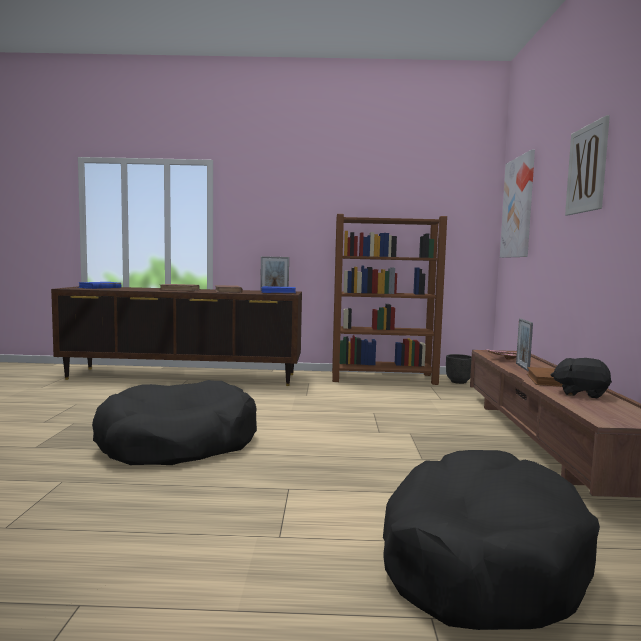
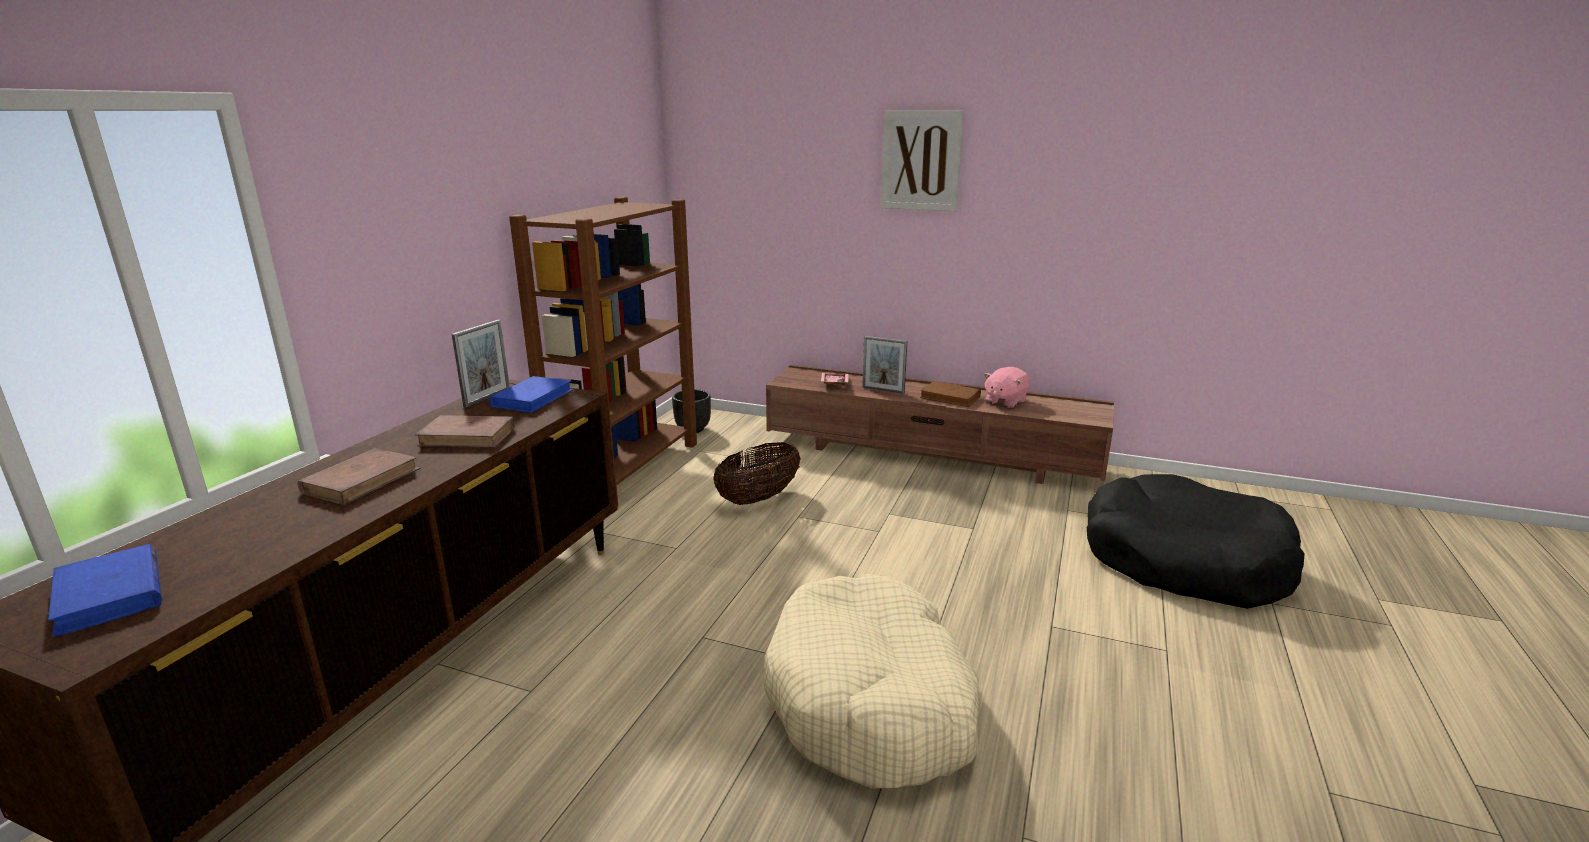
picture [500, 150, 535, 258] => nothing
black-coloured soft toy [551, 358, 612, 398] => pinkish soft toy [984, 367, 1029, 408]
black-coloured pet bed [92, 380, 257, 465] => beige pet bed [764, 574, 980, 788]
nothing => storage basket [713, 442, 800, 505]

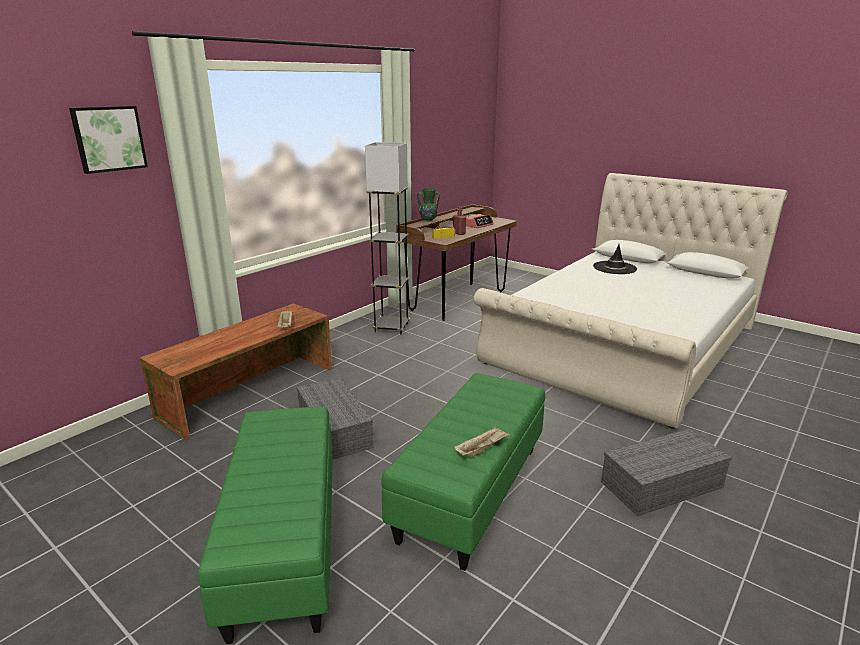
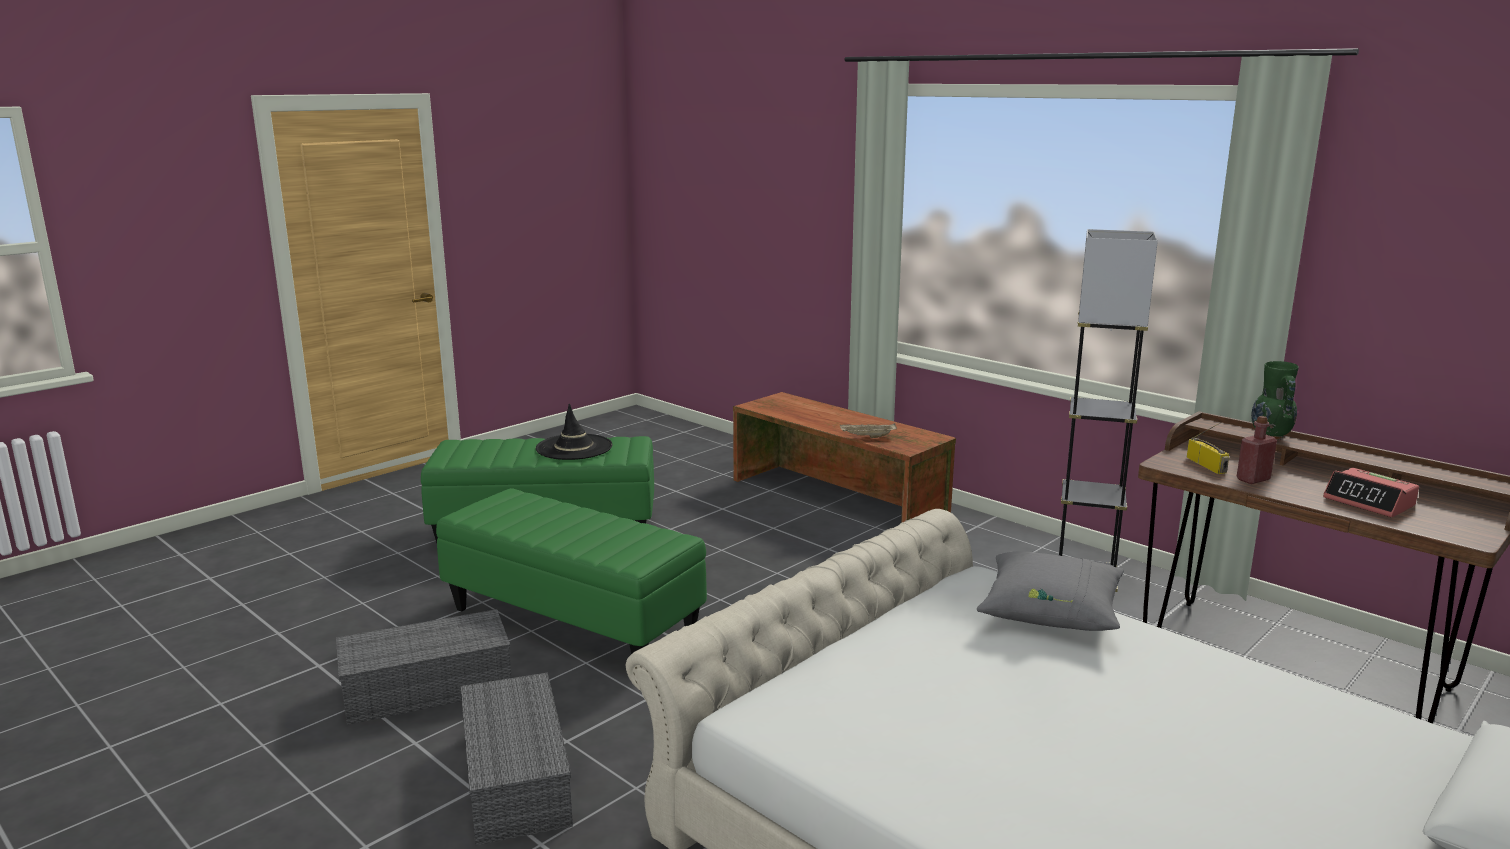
picture [69, 106, 148, 174] => nothing
black-coloured clothing hat [593, 244, 637, 274] => black-coloured clothing hat [535, 404, 613, 460], shifted
gray storage bin [296, 377, 374, 460] => gray storage bin [336, 609, 512, 725], shifted
beige carrying tray [454, 426, 510, 457] => nothing
nothing => gray throw pillow [977, 551, 1124, 631]

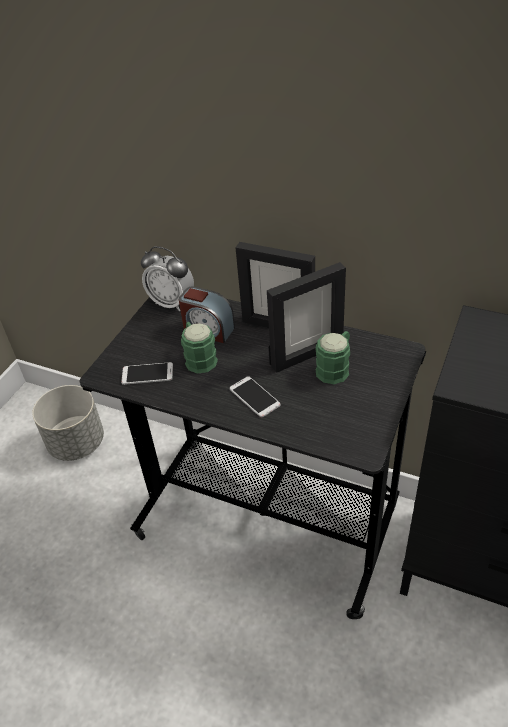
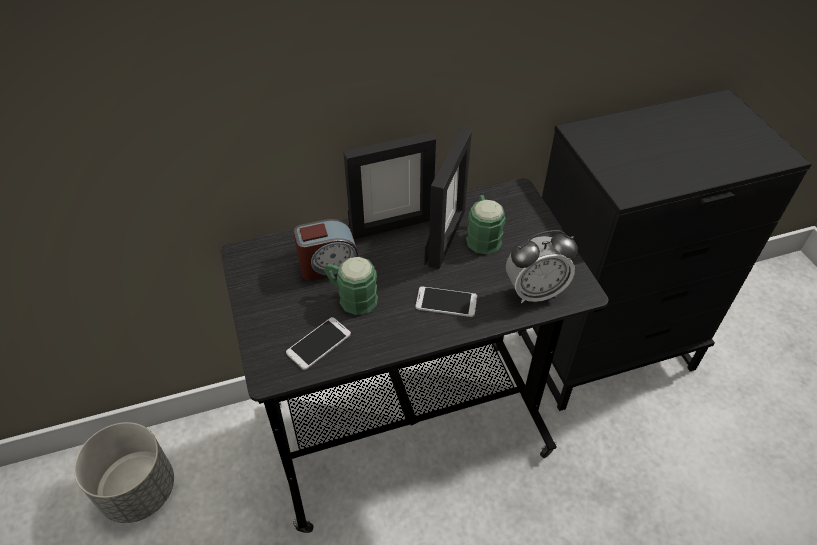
alarm clock [141, 246, 194, 311] => alarm clock [506, 230, 578, 303], shifted

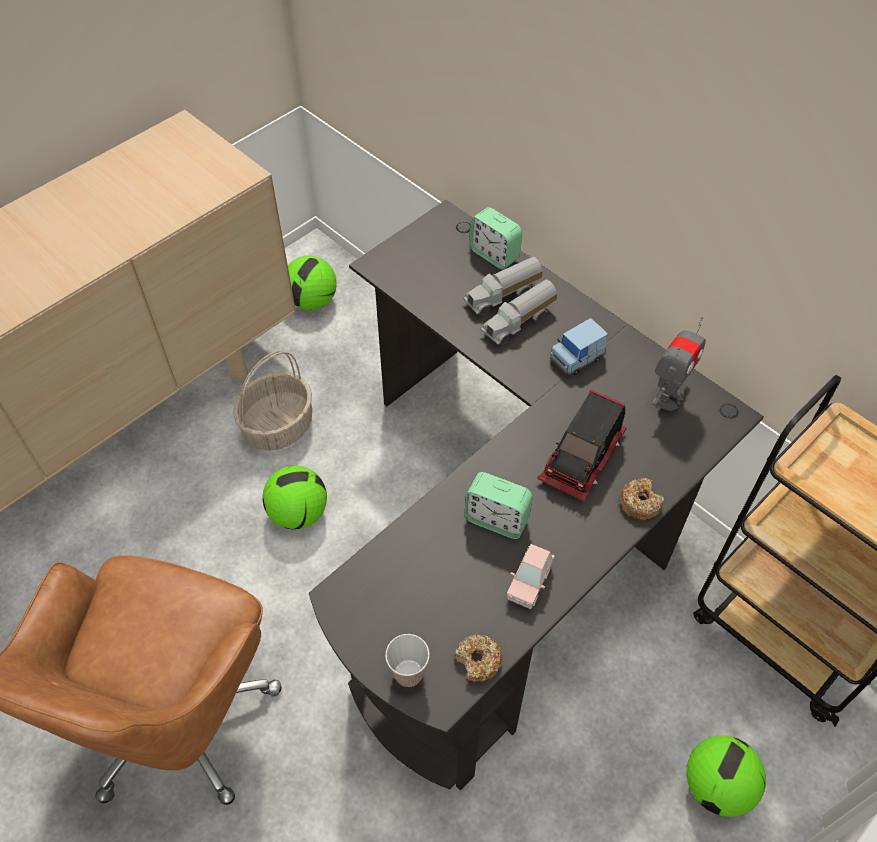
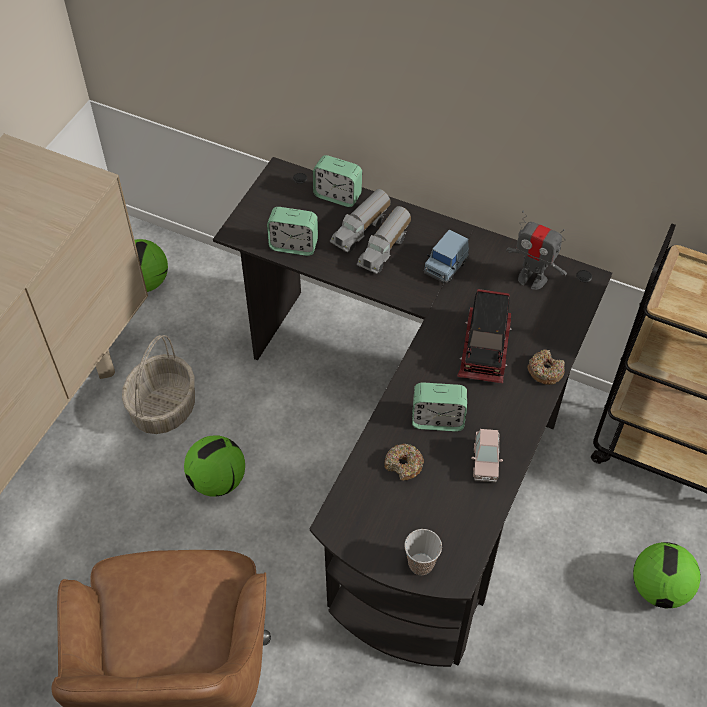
robot figure [652, 317, 706, 411] => robot figure [506, 211, 567, 290], 105 degrees clockwise
doughnut [454, 634, 503, 682] => doughnut [384, 444, 424, 480], shifted
nothing => alarm clock [267, 207, 318, 256]

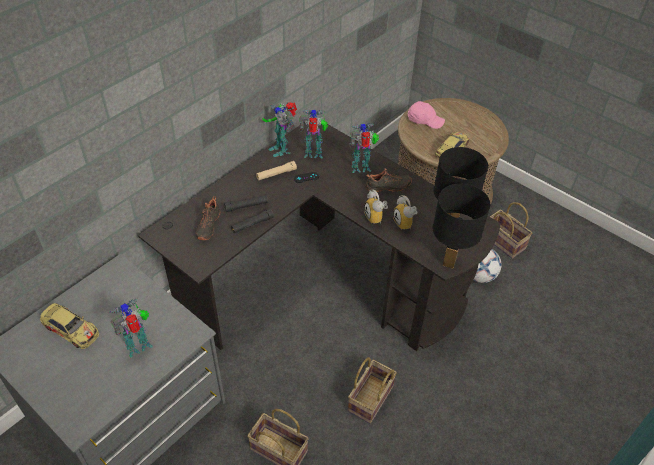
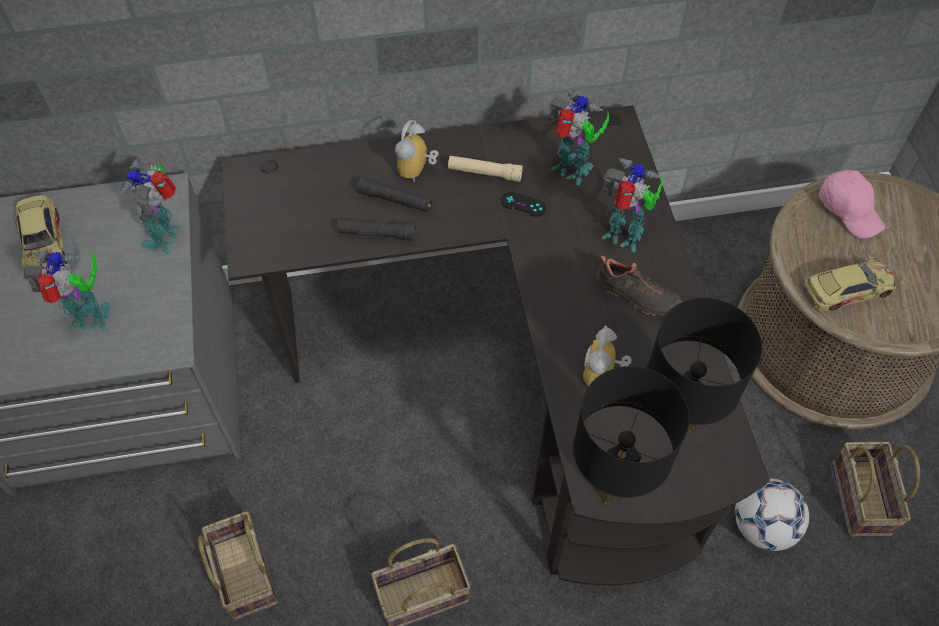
robot figure [263, 102, 297, 157] => robot figure [120, 159, 182, 254], shifted
alarm clock [364, 189, 388, 224] => alarm clock [395, 120, 439, 183], shifted
black-coloured shoe [196, 196, 221, 240] => nothing

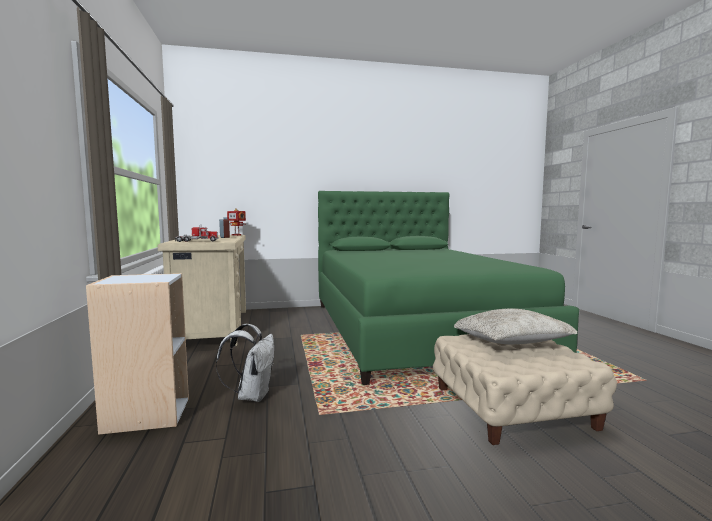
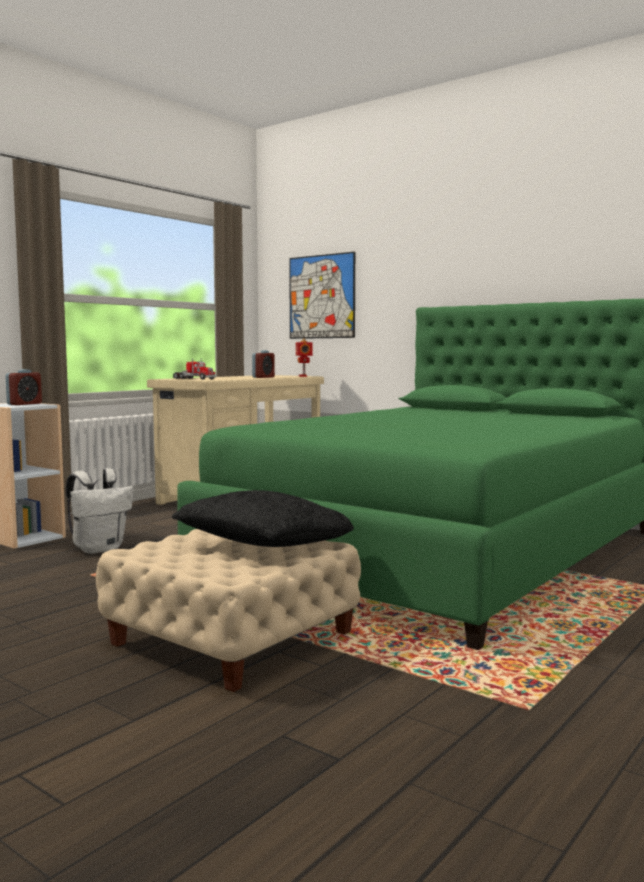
beige throw pillow [454, 309, 577, 344] => black-coloured throw pillow [172, 490, 354, 547]
nothing => picture [289, 252, 355, 339]
nothing => alarm clock [5, 369, 42, 405]

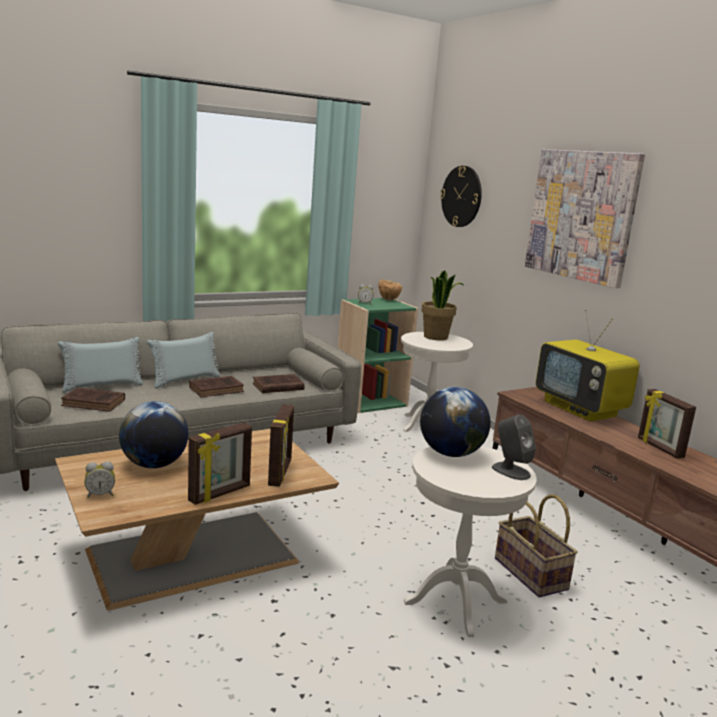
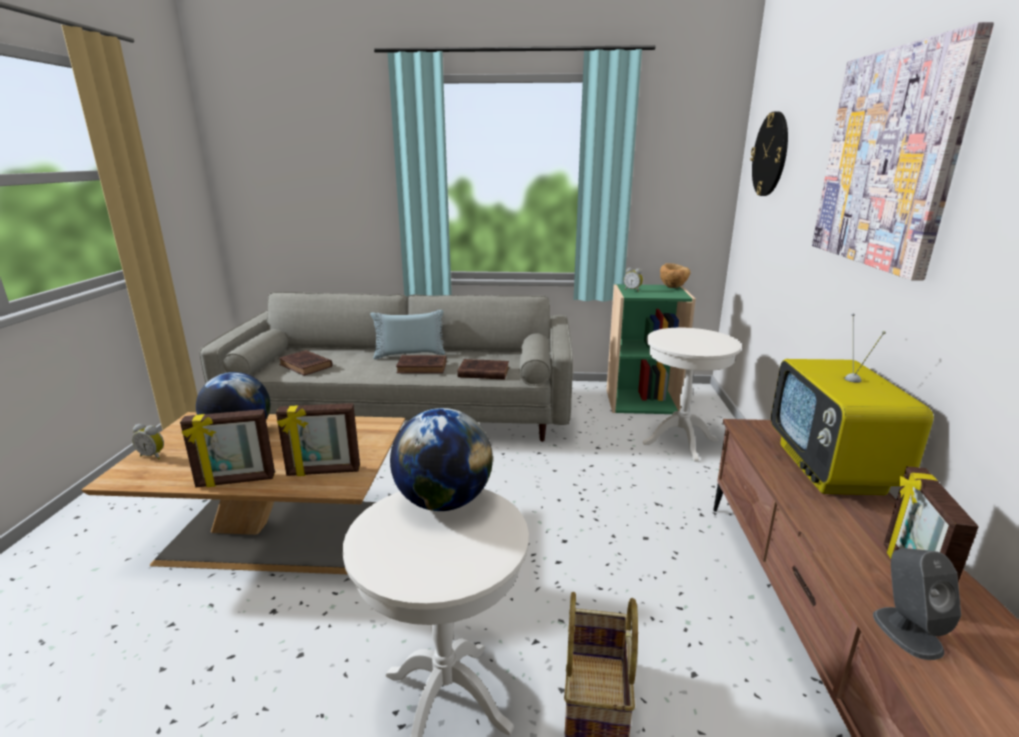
potted plant [422, 270, 463, 341] => nothing
blue-coloured throw pillow [58, 337, 143, 393] => nothing
picture frame [268, 404, 294, 487] => picture frame [276, 403, 360, 476], 45 degrees clockwise
gray speaker [492, 415, 536, 480] => gray speaker [873, 548, 961, 660], shifted

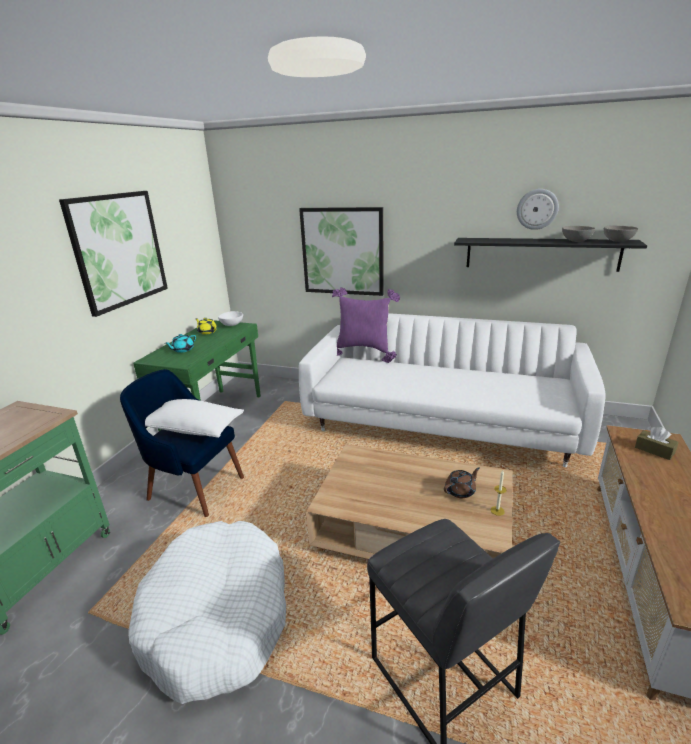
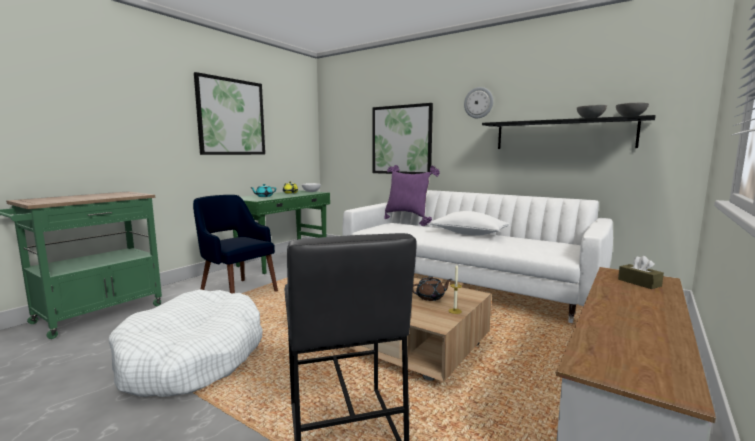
hanging clock [517, 189, 559, 230] => hanging clock [464, 87, 493, 118], shifted
white-coloured throw pillow [145, 399, 244, 438] => white-coloured throw pillow [430, 211, 509, 235], shifted

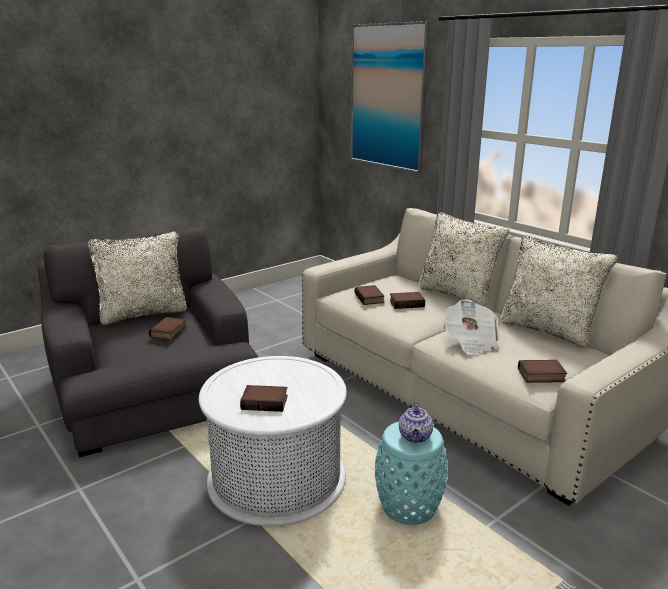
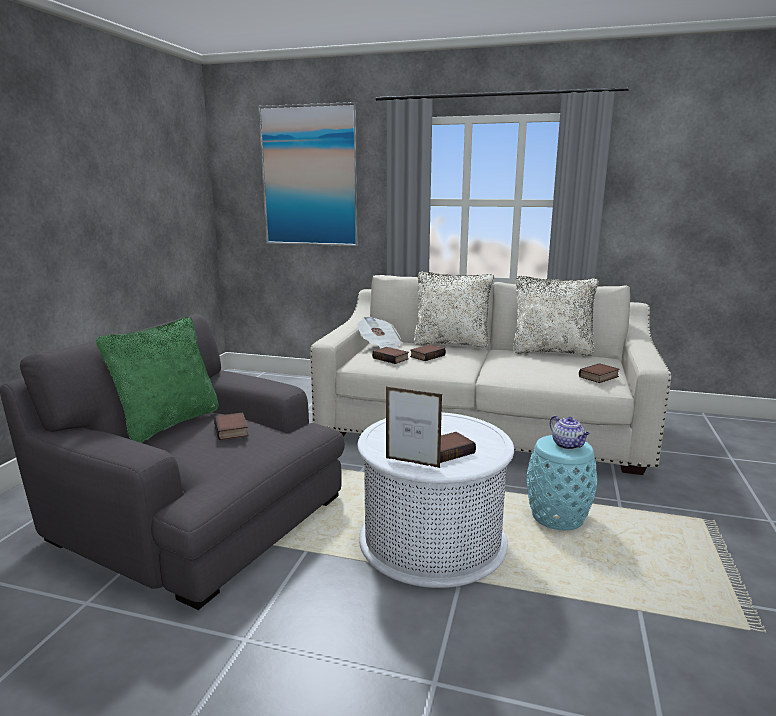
beige throw pillow [88, 231, 187, 325] => green-coloured throw pillow [95, 316, 219, 443]
daily paper [443, 299, 499, 355] => daily paper [357, 316, 403, 349], shifted
nothing => picture frame [386, 387, 442, 468]

